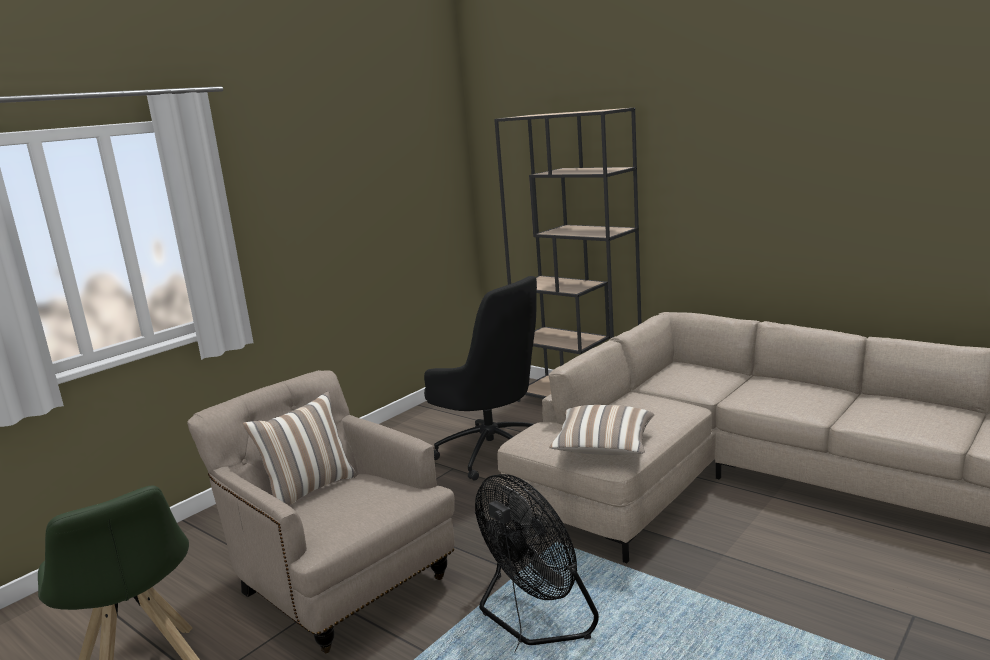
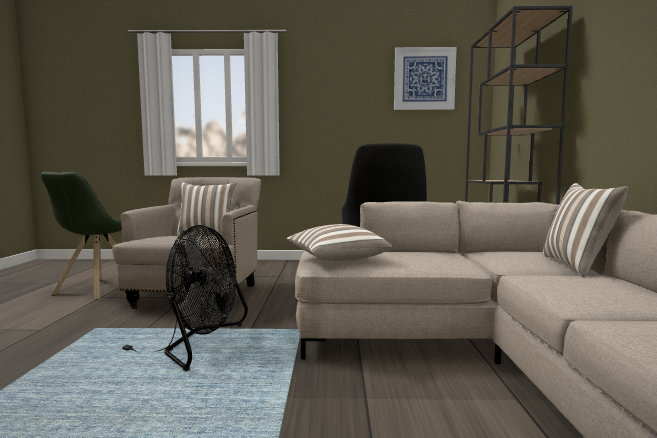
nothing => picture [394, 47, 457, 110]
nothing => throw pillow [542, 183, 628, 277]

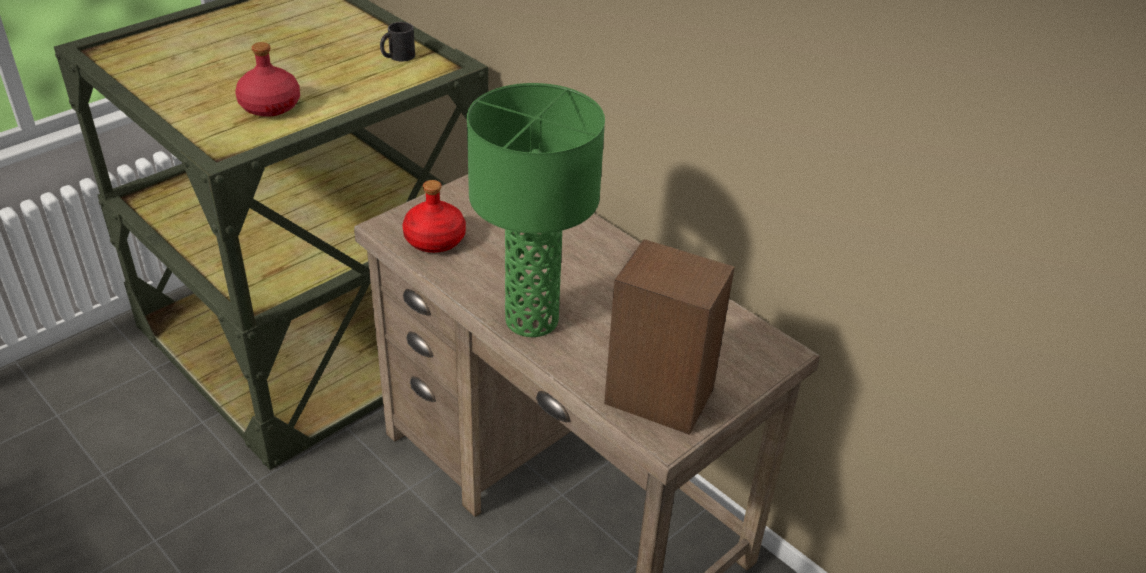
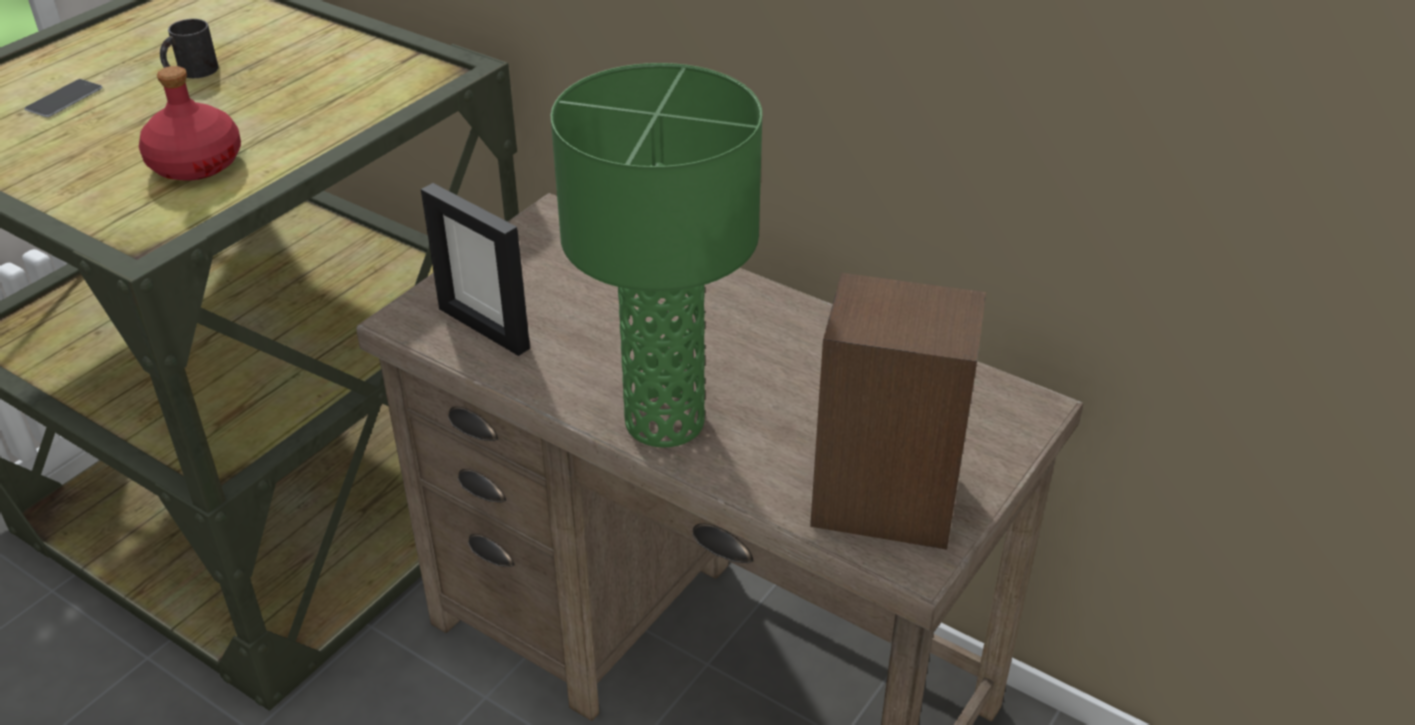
black-coloured coffee mug [380, 22, 415, 61] => black-coloured coffee mug [160, 19, 219, 78], shifted
red-coloured beverage bottle [402, 180, 466, 253] => picture frame [421, 183, 530, 356]
nothing => telephone [24, 79, 103, 117]

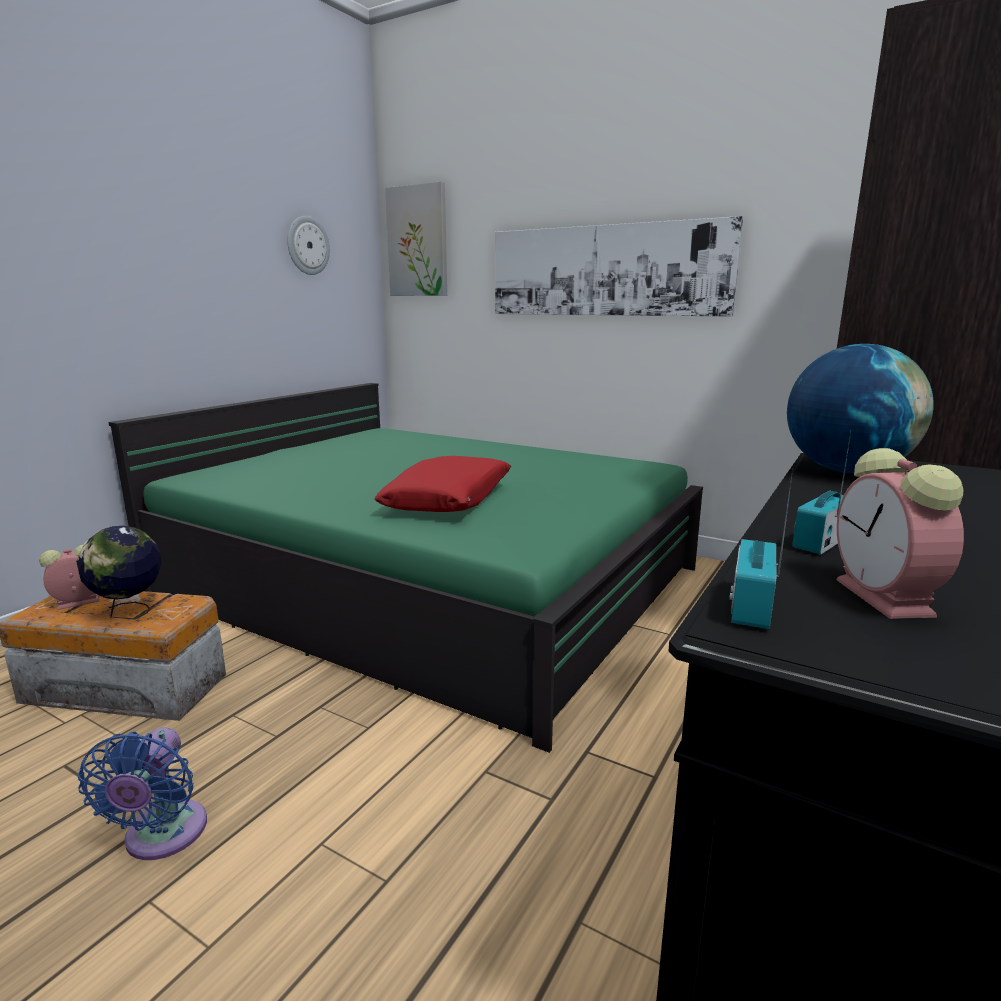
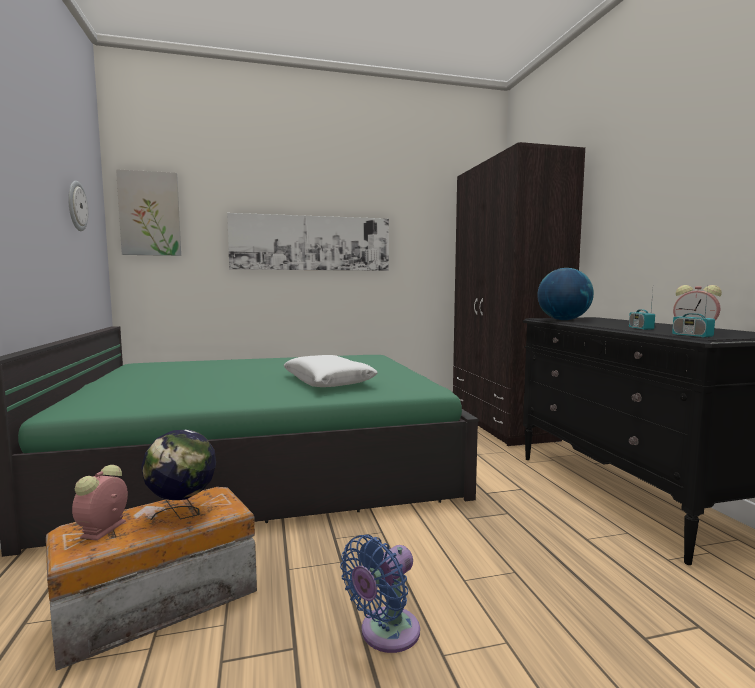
red-coloured throw pillow [374, 456, 511, 512] => white-coloured throw pillow [284, 355, 378, 387]
blue-coloured cooling fan [78, 728, 207, 860] => blue-coloured cooling fan [340, 534, 420, 653], 90 degrees clockwise

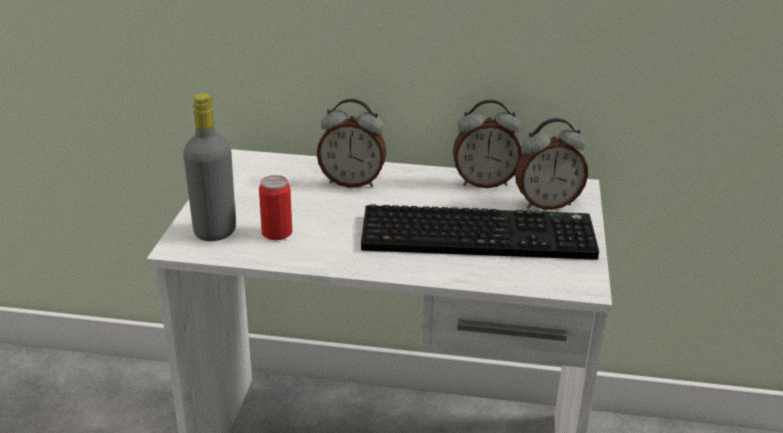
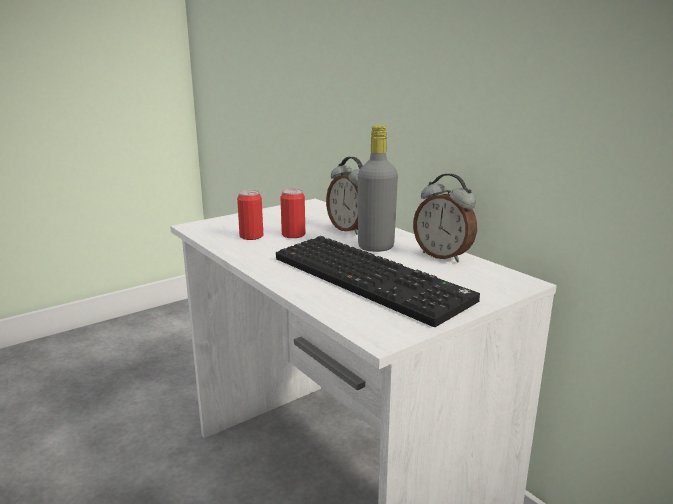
gray beverage bottle [183, 93, 236, 241] => gray beverage bottle [358, 125, 398, 252], shifted
alarm clock [515, 118, 588, 210] => nothing
nothing => sealed can [280, 189, 305, 238]

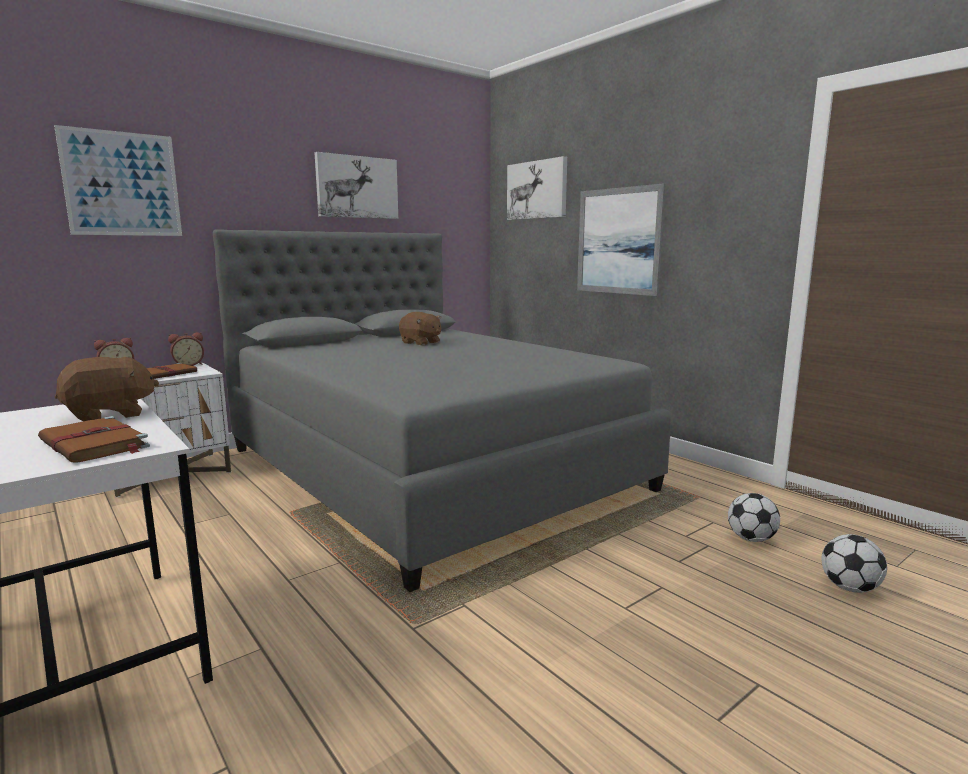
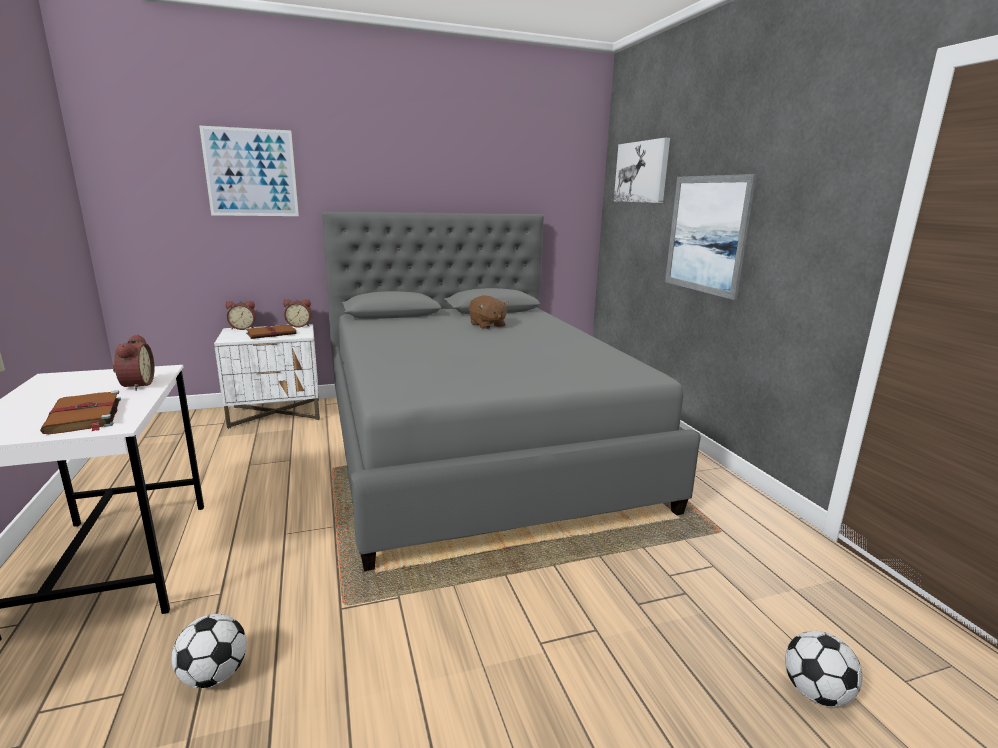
picture [314, 152, 398, 219] => nothing
brown-coloured soft toy [55, 357, 159, 421] => alarm clock [112, 334, 155, 391]
football [728, 493, 780, 542] => football [172, 614, 247, 688], shifted

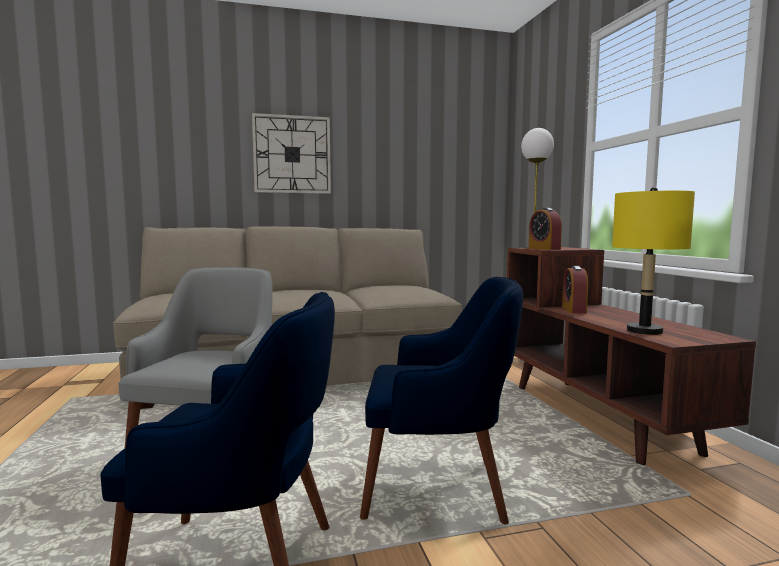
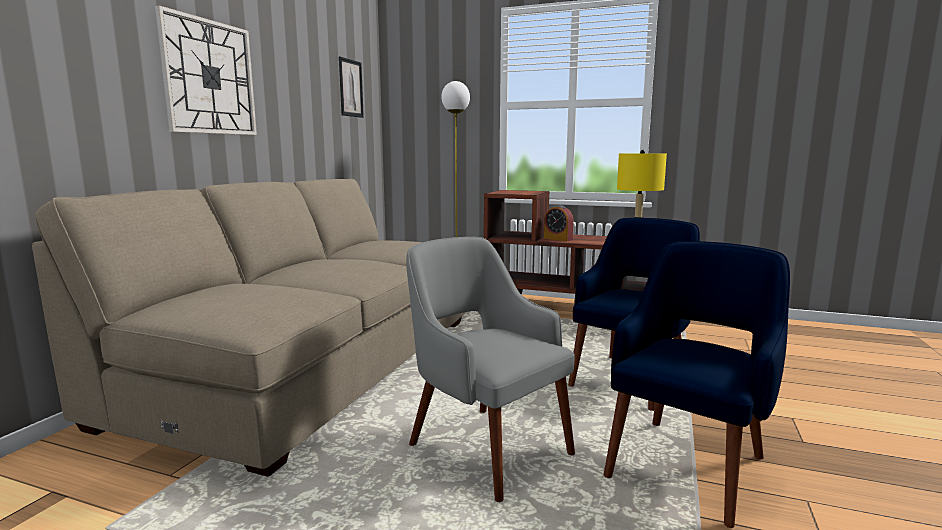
alarm clock [529, 208, 562, 250] => nothing
nothing => picture [339, 57, 364, 118]

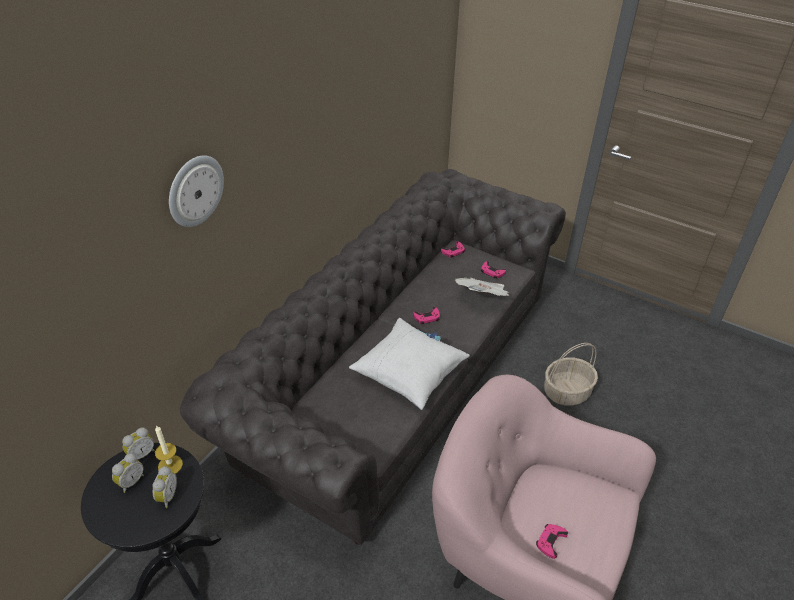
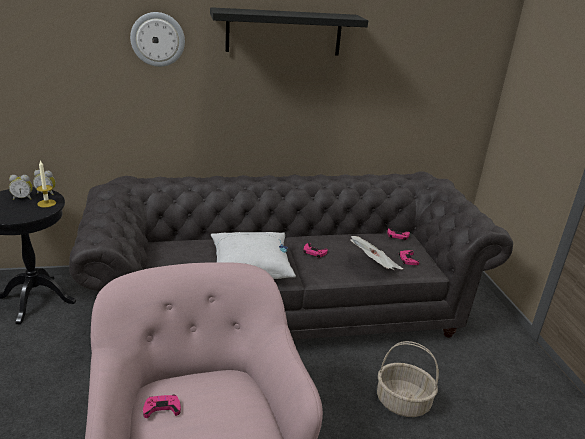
alarm clock [152, 466, 177, 508] => nothing
nothing => black-coloured wall shelf [210, 7, 368, 56]

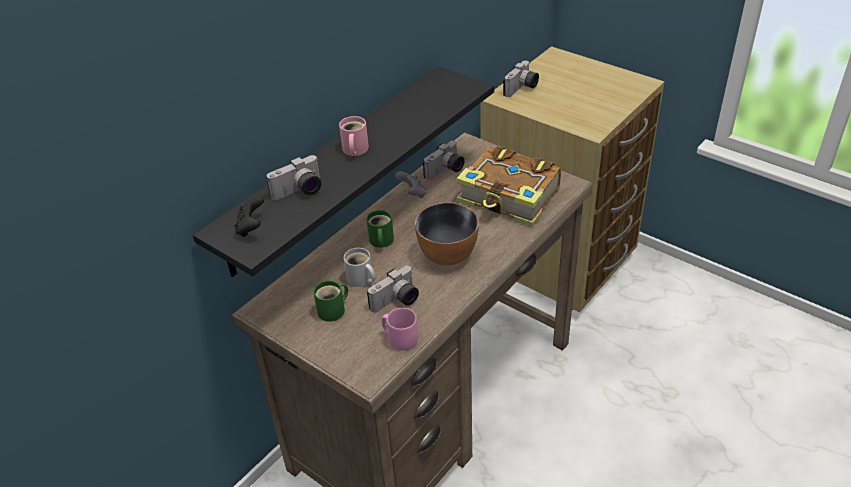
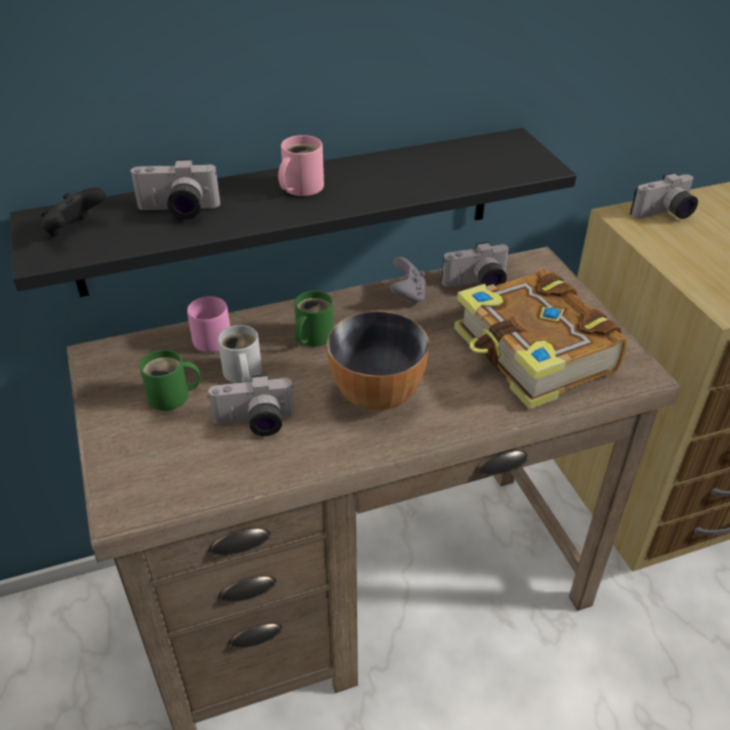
pinkish coffee mug [382, 308, 418, 350] => pinkish coffee mug [187, 296, 230, 353], shifted

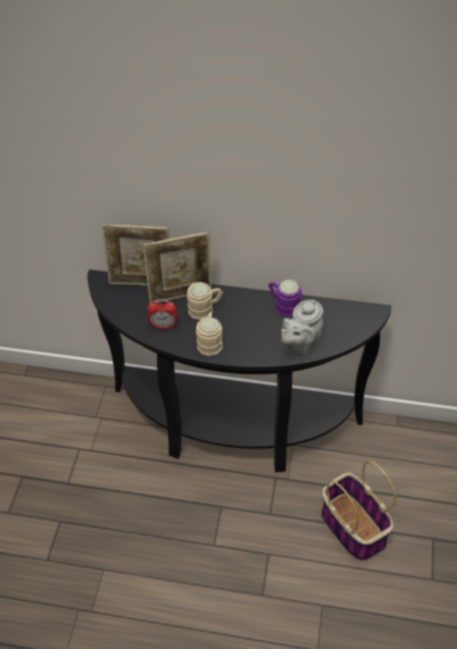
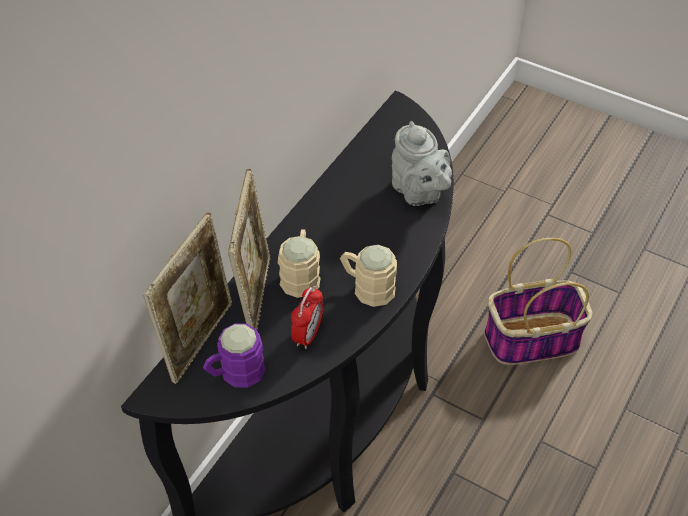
purple coffee mug [268, 280, 302, 317] => purple coffee mug [203, 323, 266, 388], shifted

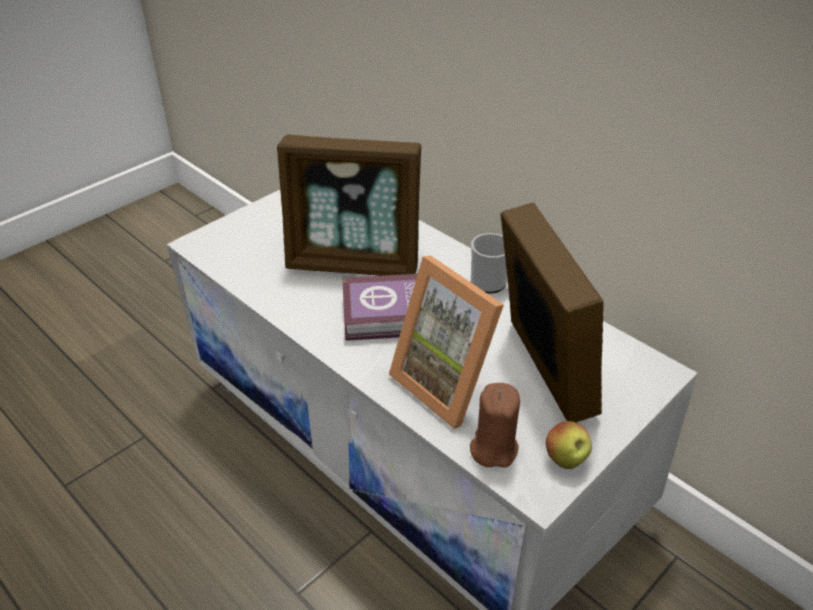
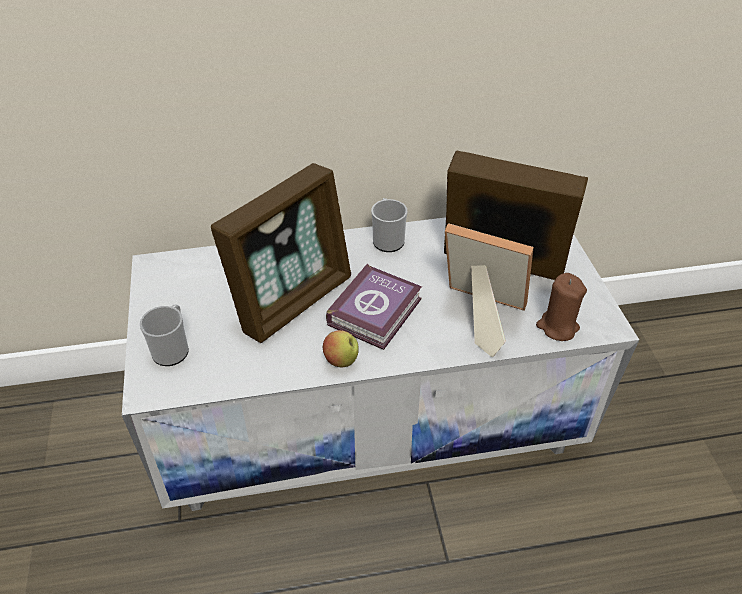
picture frame [389, 255, 504, 429] => picture frame [445, 223, 534, 357], 150 degrees counterclockwise
apple [546, 421, 592, 469] => apple [323, 330, 359, 367], shifted
nothing => coffee mug [140, 304, 189, 366]

